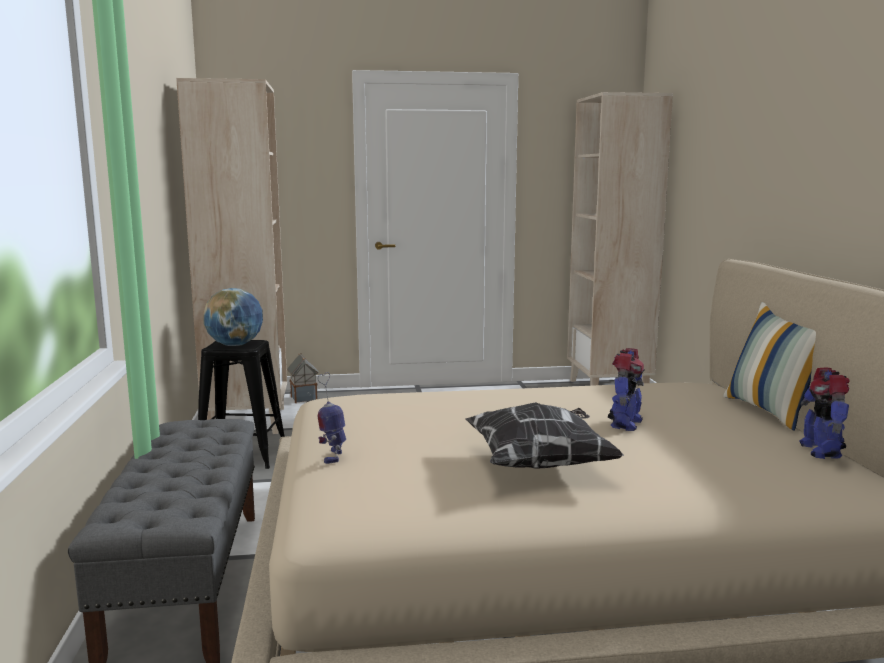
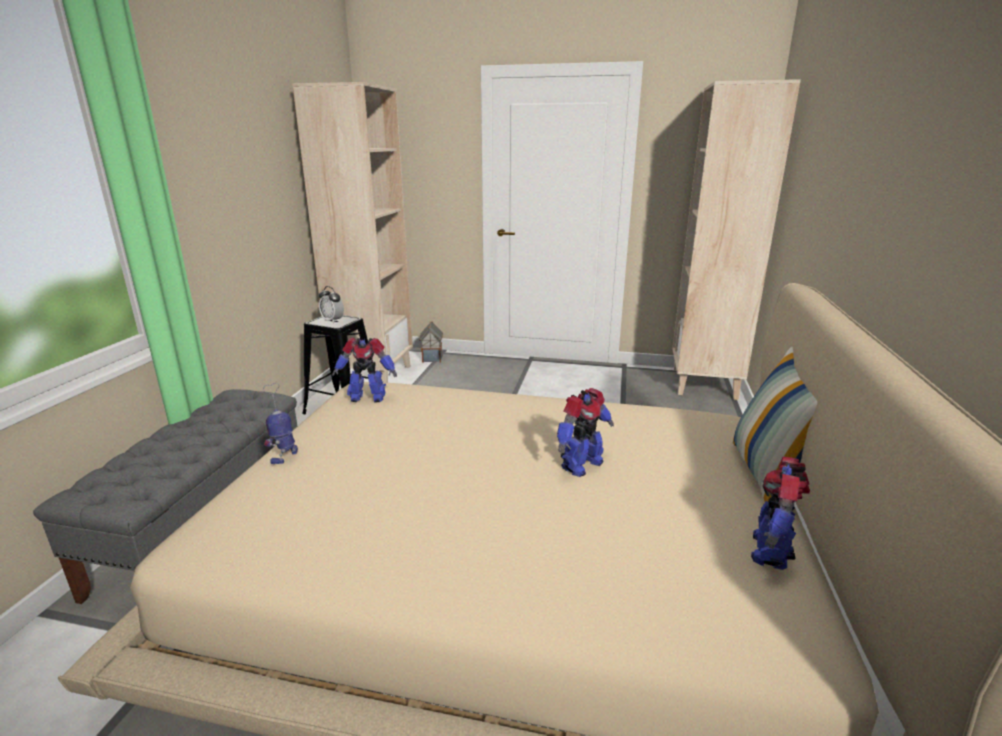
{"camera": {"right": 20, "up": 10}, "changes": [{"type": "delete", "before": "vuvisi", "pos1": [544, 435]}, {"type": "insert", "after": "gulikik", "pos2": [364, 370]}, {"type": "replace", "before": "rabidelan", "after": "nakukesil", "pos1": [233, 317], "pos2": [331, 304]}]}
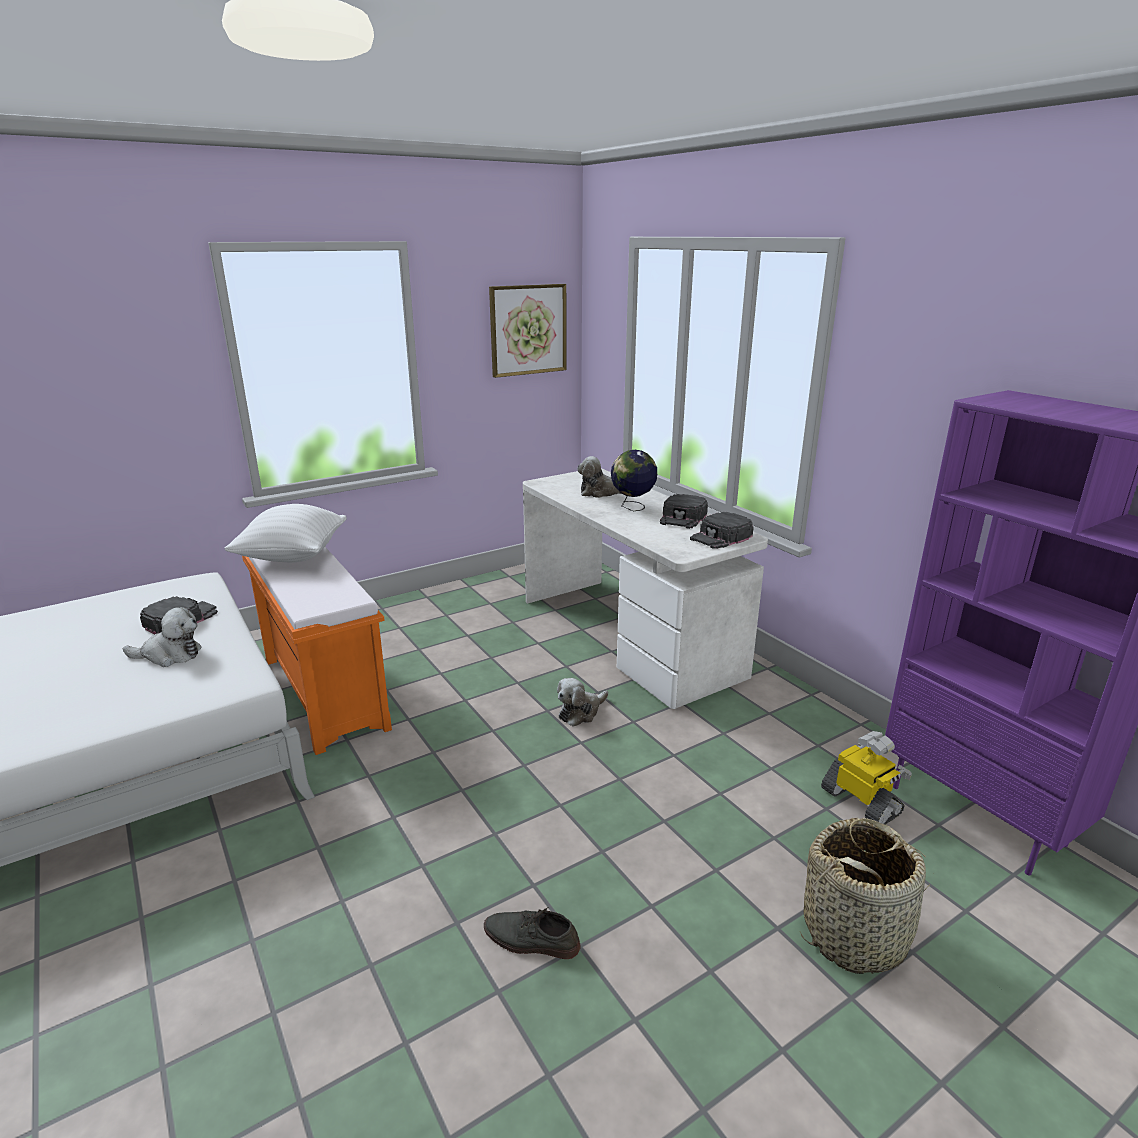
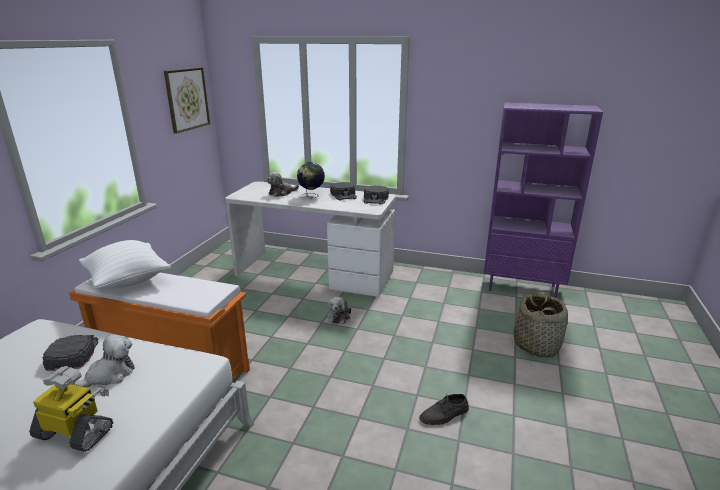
{"camera": {"right": -40, "up": 0}, "changes": [{"type": "move", "before": "gulikik", "pos1": [866, 778], "pos2": [71, 409]}]}
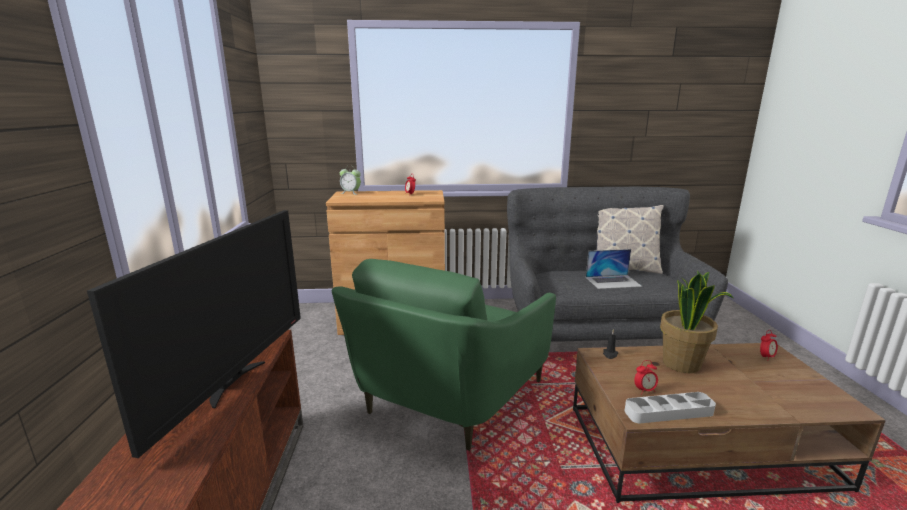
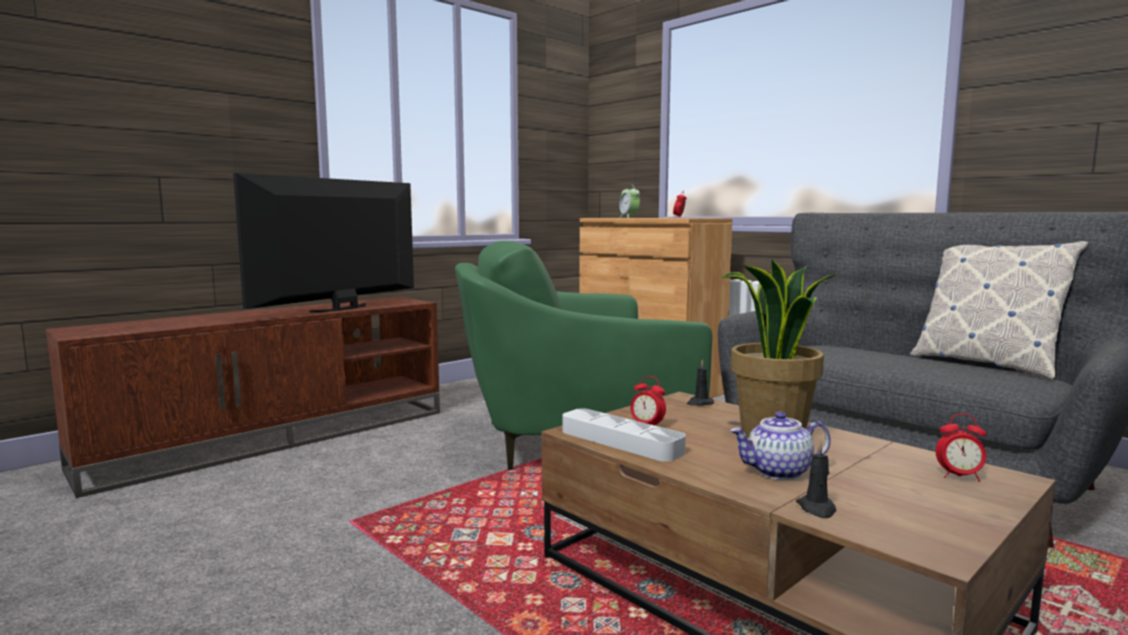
{"camera": {"right": 50, "up": -10}, "changes": [{"type": "delete", "before": "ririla", "pos1": [614, 269]}, {"type": "insert", "after": "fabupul", "pos2": [780, 446]}, {"type": "insert", "after": "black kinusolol", "pos2": [816, 479]}, {"type": "rotate", "before": "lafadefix", "pos1": [194, 334], "pos2": [323, 242], "turn": 150}]}
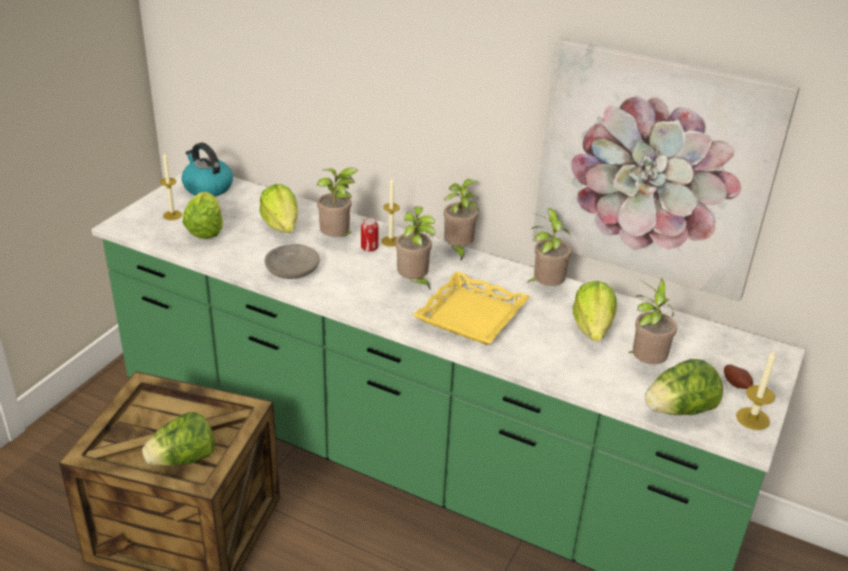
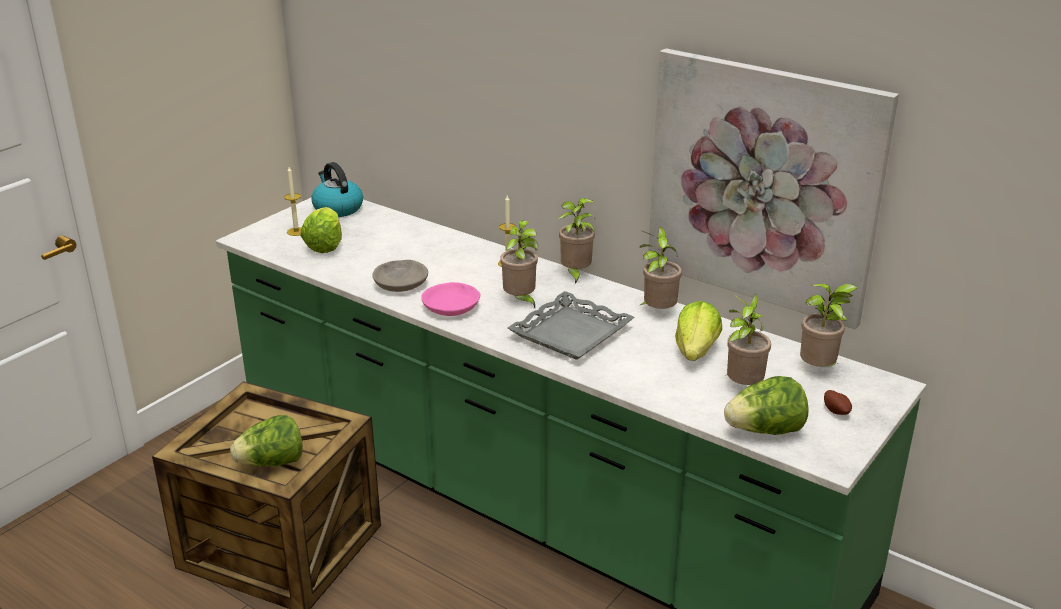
{"camera": {"right": 10, "up": -5}, "changes": [{"type": "delete", "before": "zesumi", "pos1": [279, 208]}, {"type": "delete", "before": "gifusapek", "pos1": [369, 235]}, {"type": "delete", "before": "kinusolol", "pos1": [756, 390]}, {"type": "insert", "after": "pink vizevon", "pos2": [450, 299]}, {"type": "move", "before": "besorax", "pos1": [337, 202], "pos2": [828, 325]}, {"type": "recolor", "before": "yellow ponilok", "after": "grey ponilok", "pos1": [471, 307], "pos2": [571, 325]}]}
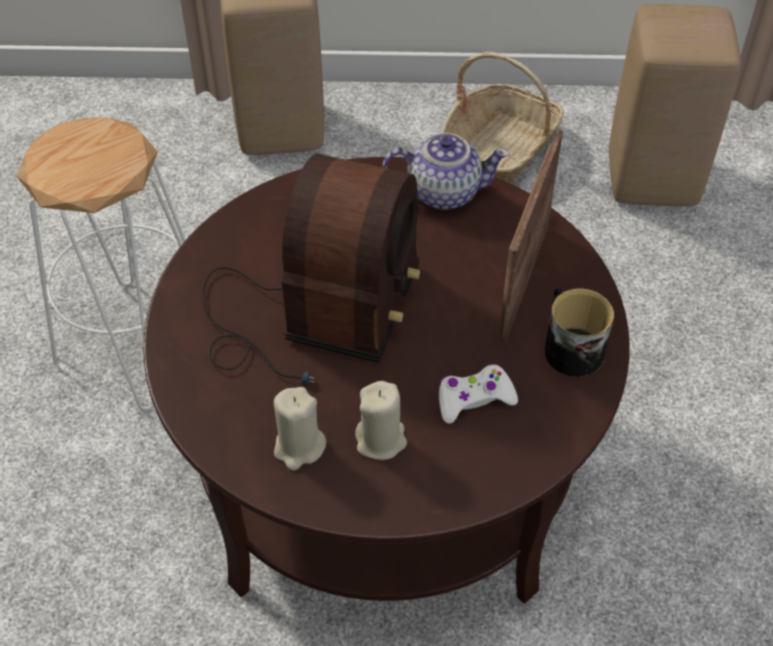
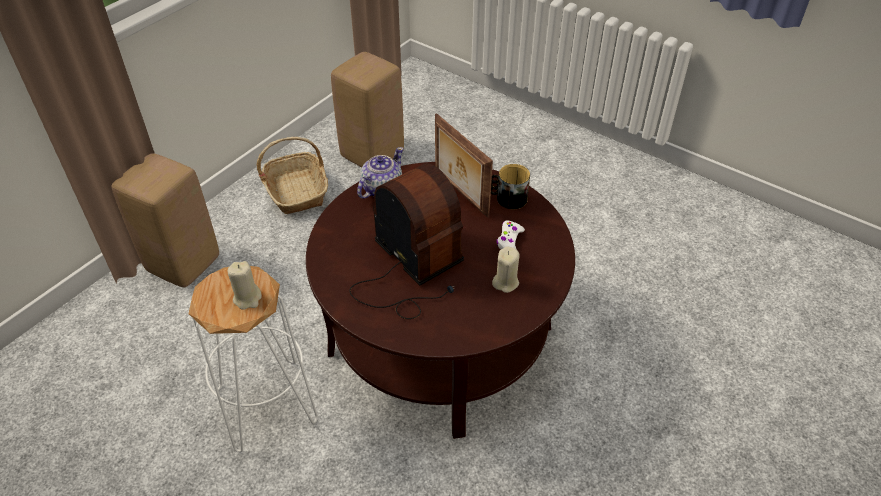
{"camera": {"right": -55, "up": -5}, "changes": [{"type": "move", "before": "beige kinusolol", "pos1": [300, 428], "pos2": [244, 285]}]}
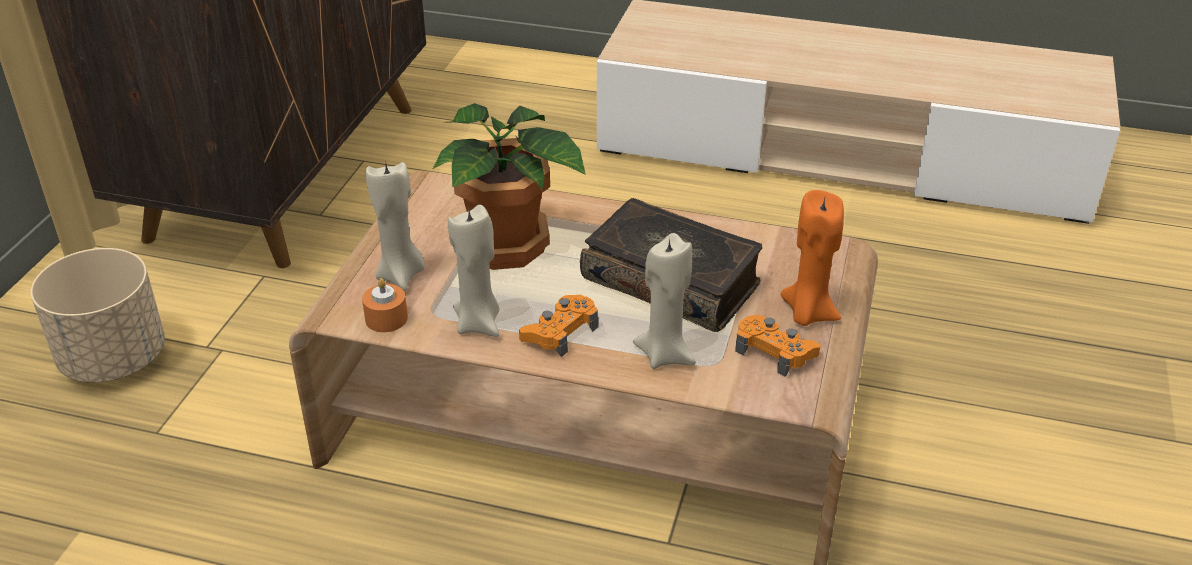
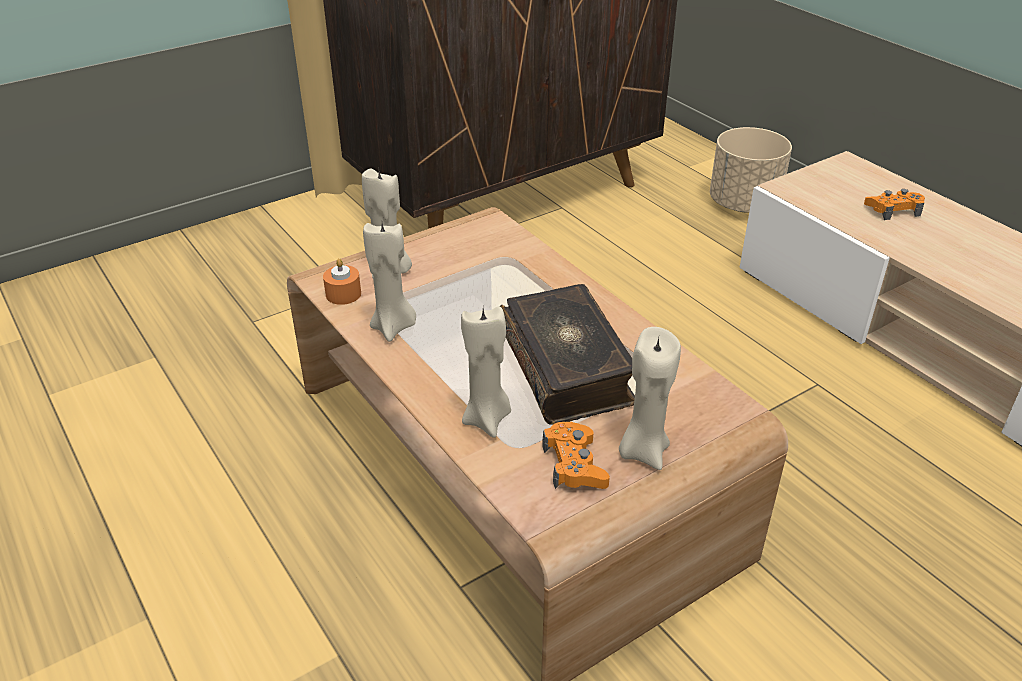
{"camera": {"right": 40, "up": 0}, "changes": [{"type": "delete", "before": "besorax", "pos1": [509, 186]}, {"type": "move", "before": "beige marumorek", "pos1": [97, 315], "pos2": [751, 170]}, {"type": "move", "before": "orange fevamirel", "pos1": [558, 326], "pos2": [894, 204]}, {"type": "recolor", "before": "orange kinusolol", "after": "beige kinusolol", "pos1": [812, 258], "pos2": [650, 398]}]}
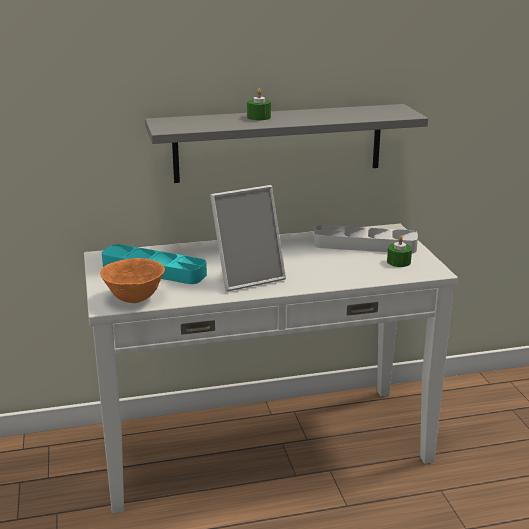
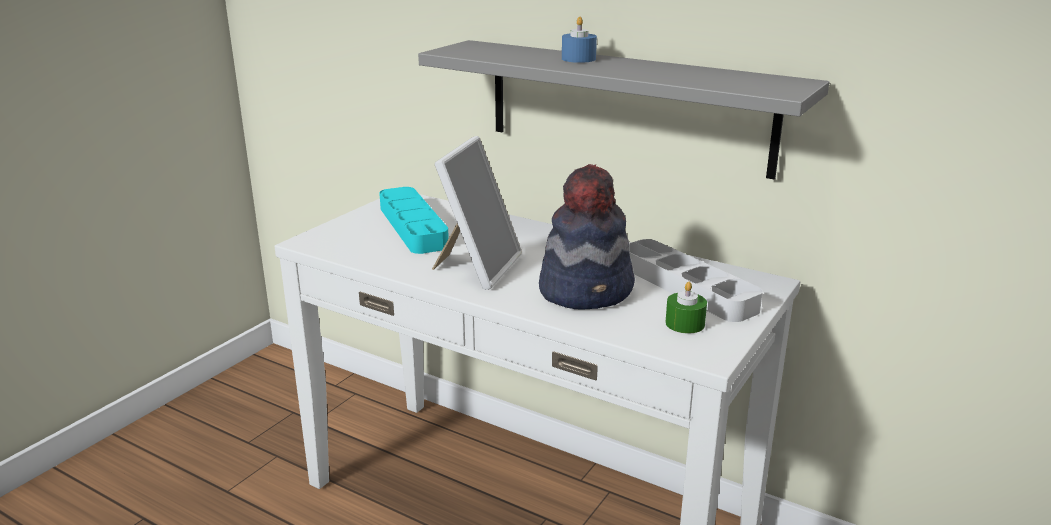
{"camera": {"right": 45, "up": 0}, "changes": [{"type": "delete", "before": "orange vizevon", "pos1": [132, 280]}, {"type": "insert", "after": "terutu", "pos2": [587, 236]}, {"type": "recolor", "before": "green kinusolol", "after": "blue kinusolol", "pos1": [259, 104], "pos2": [579, 40]}, {"type": "rotate", "before": "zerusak", "pos1": [248, 238], "pos2": [477, 213], "turn": -90}]}
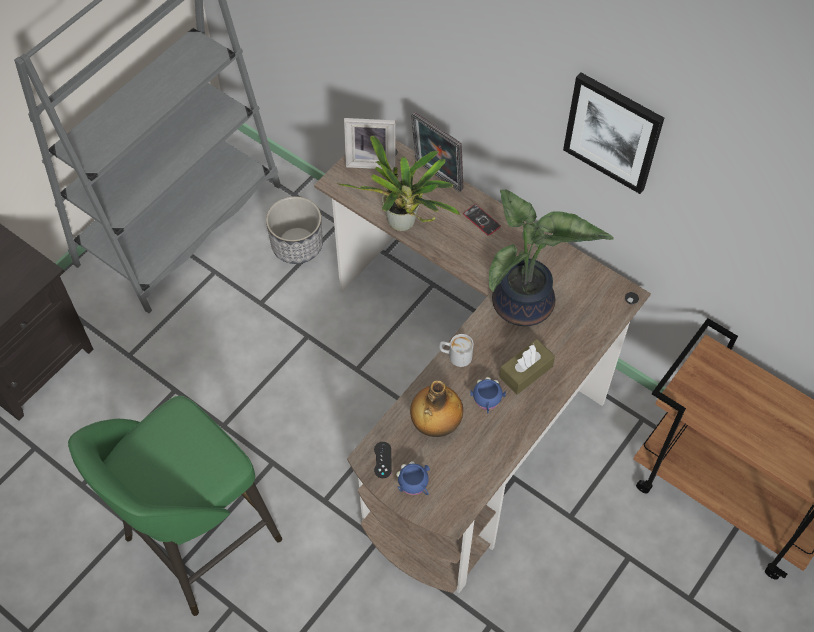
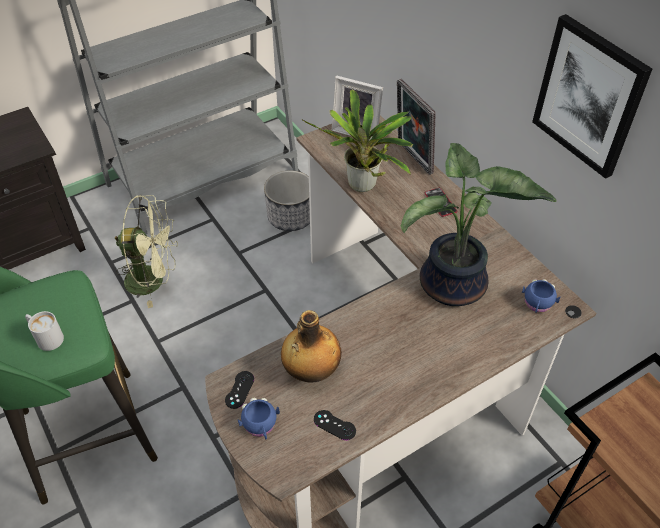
{"camera": {"right": 20, "up": -10}, "changes": [{"type": "delete", "before": "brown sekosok", "pos1": [527, 367]}, {"type": "insert", "after": "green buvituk", "pos2": [146, 251]}, {"type": "insert", "after": "black fevamirel", "pos2": [335, 425]}, {"type": "move", "before": "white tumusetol", "pos1": [456, 350], "pos2": [44, 331]}, {"type": "move", "before": "blue tumusetol", "pos1": [488, 395], "pos2": [541, 296]}]}
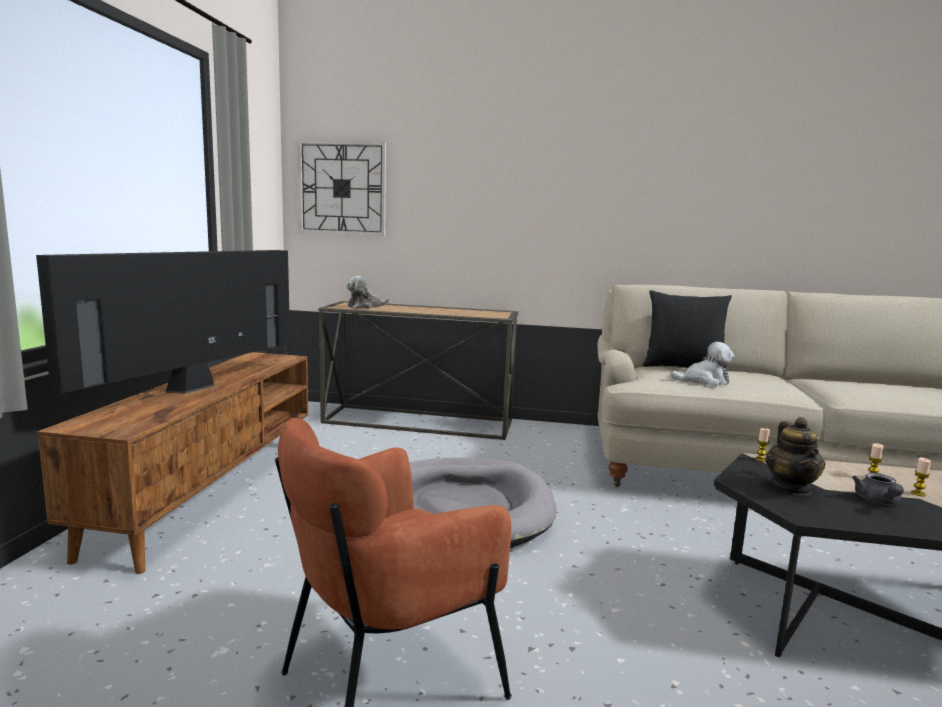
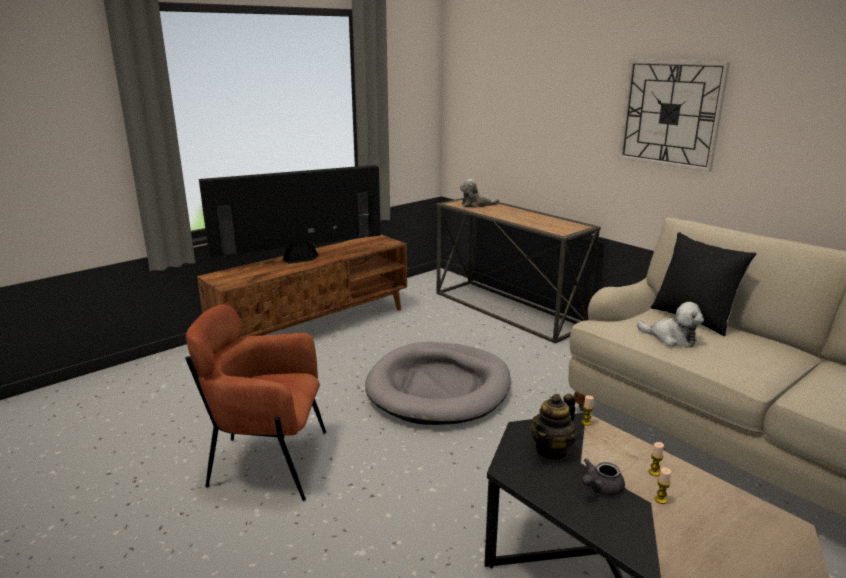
{"camera": {"right": 40, "up": 10}, "changes": [{"type": "move", "before": "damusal", "pos1": [342, 188], "pos2": [674, 115]}]}
